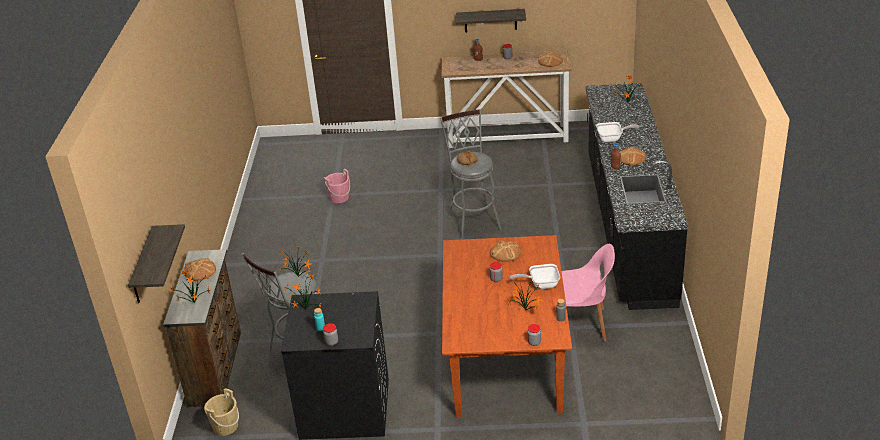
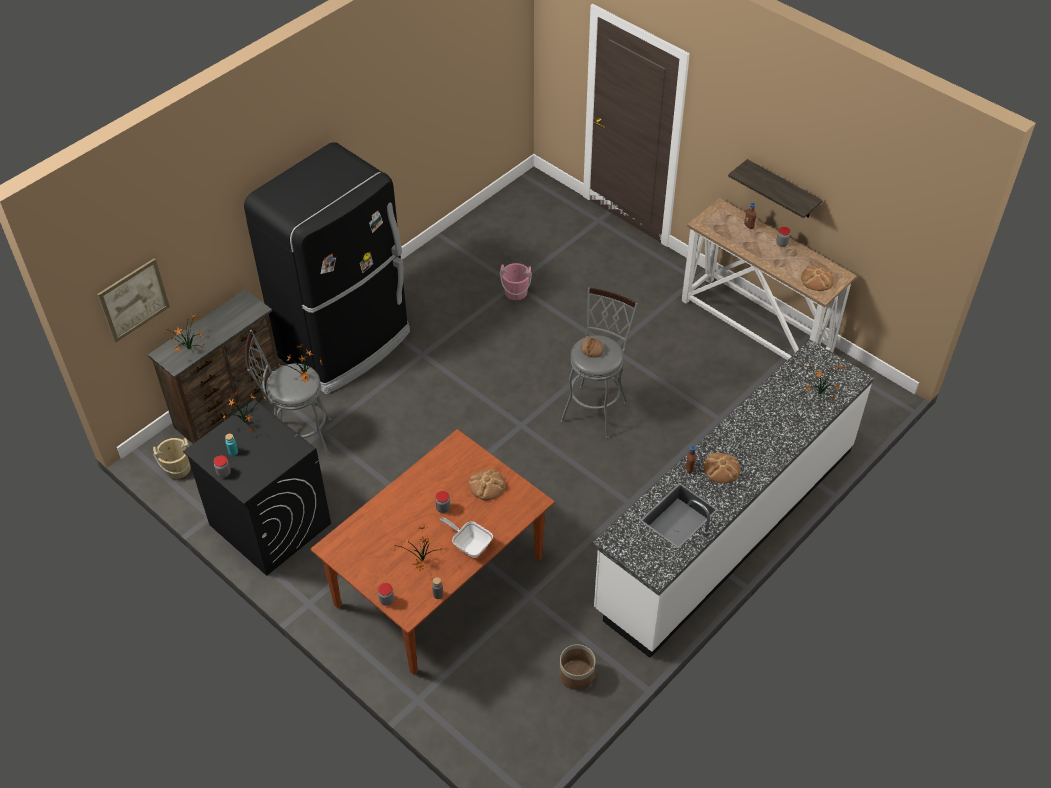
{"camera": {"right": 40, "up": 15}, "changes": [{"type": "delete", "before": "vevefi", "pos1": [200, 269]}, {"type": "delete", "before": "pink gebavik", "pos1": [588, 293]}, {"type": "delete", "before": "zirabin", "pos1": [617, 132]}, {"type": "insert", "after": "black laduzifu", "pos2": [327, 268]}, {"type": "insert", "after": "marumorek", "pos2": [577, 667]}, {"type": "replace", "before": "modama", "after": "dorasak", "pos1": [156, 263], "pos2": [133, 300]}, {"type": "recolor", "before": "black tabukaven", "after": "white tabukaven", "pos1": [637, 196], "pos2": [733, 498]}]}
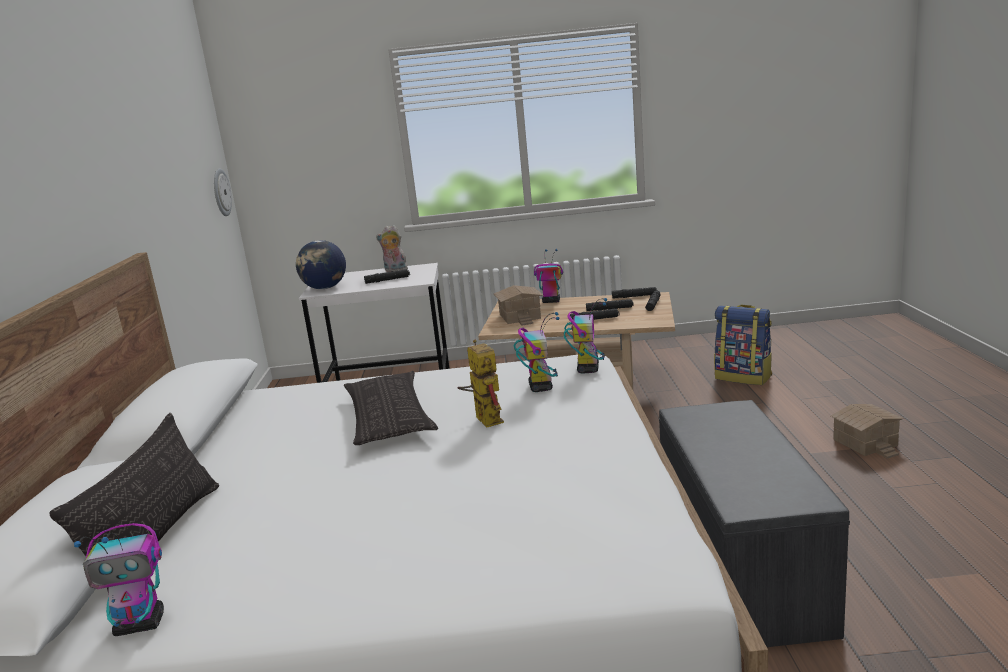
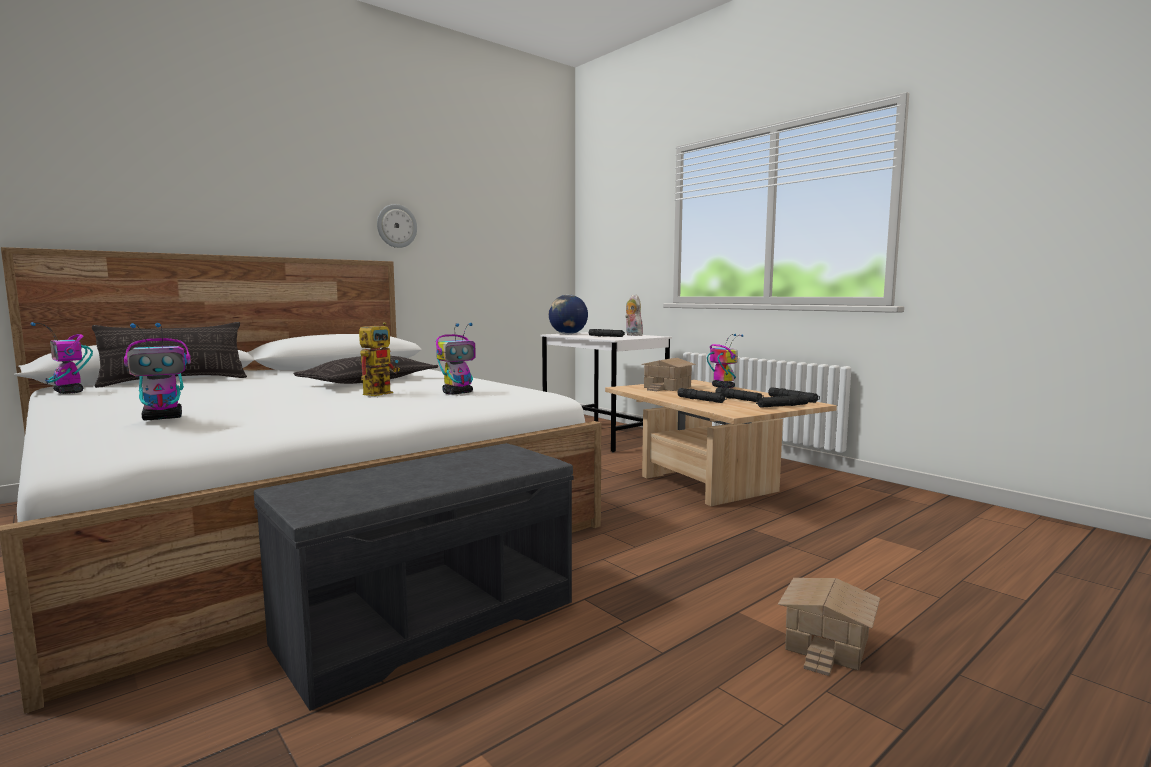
{"camera": {"right": 50, "up": -10}, "changes": [{"type": "delete", "before": "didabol", "pos1": [743, 345]}, {"type": "move", "before": "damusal", "pos1": [223, 192], "pos2": [397, 226]}, {"type": "move", "before": "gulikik", "pos1": [586, 335], "pos2": [157, 372]}]}
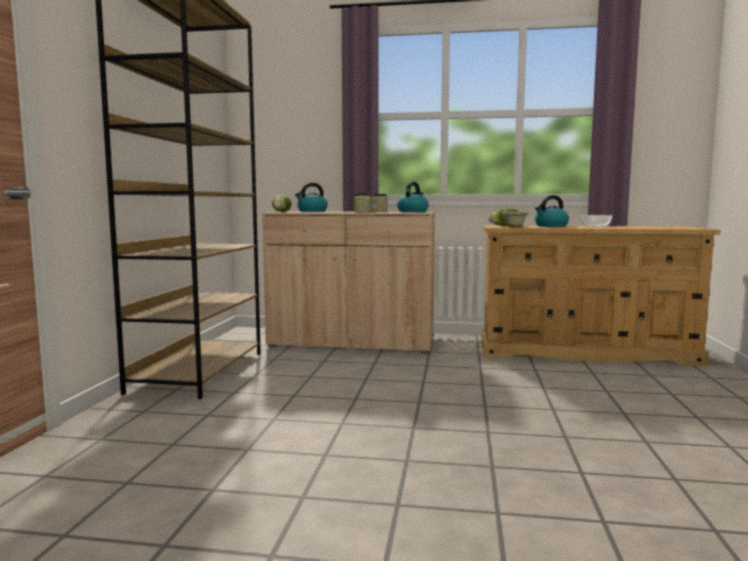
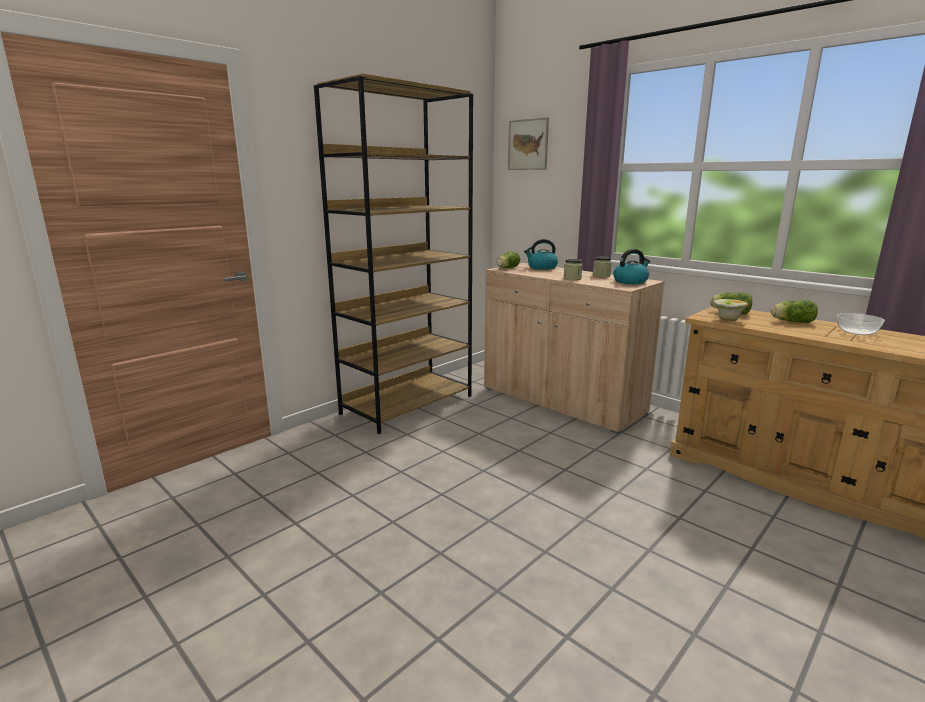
{"camera": {"right": 35, "up": 10}, "changes": [{"type": "insert", "after": "dorasak", "pos2": [528, 143]}, {"type": "replace", "before": "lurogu", "after": "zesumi", "pos1": [552, 211], "pos2": [794, 311]}]}
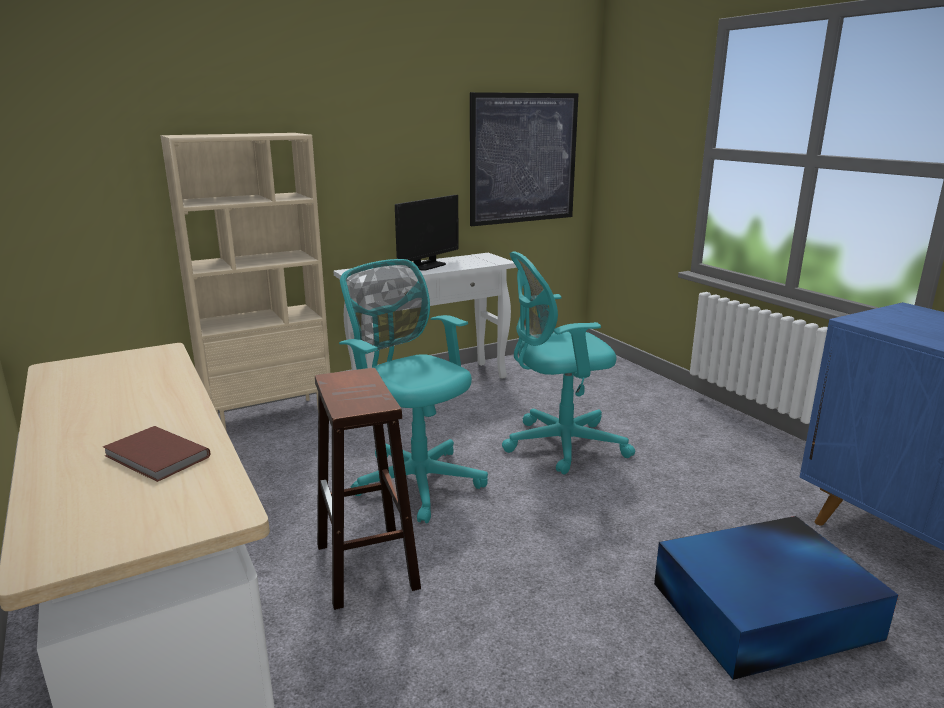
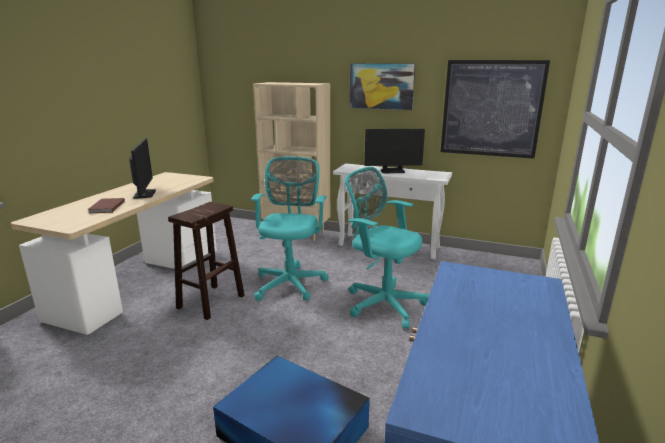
{"camera": {"right": 50, "up": 0}, "changes": [{"type": "insert", "after": "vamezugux", "pos2": [142, 168]}, {"type": "insert", "after": "dorasak", "pos2": [383, 86]}]}
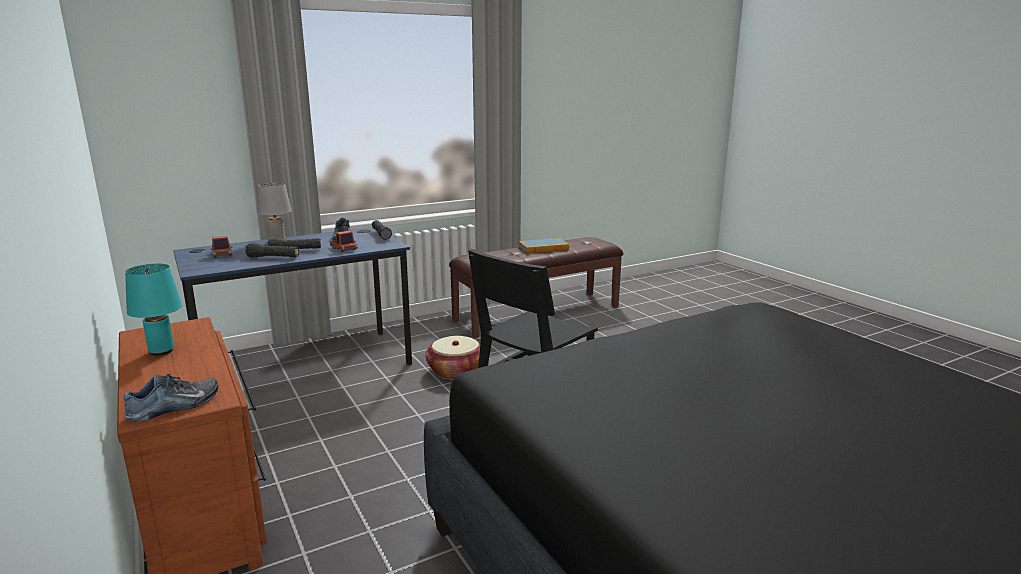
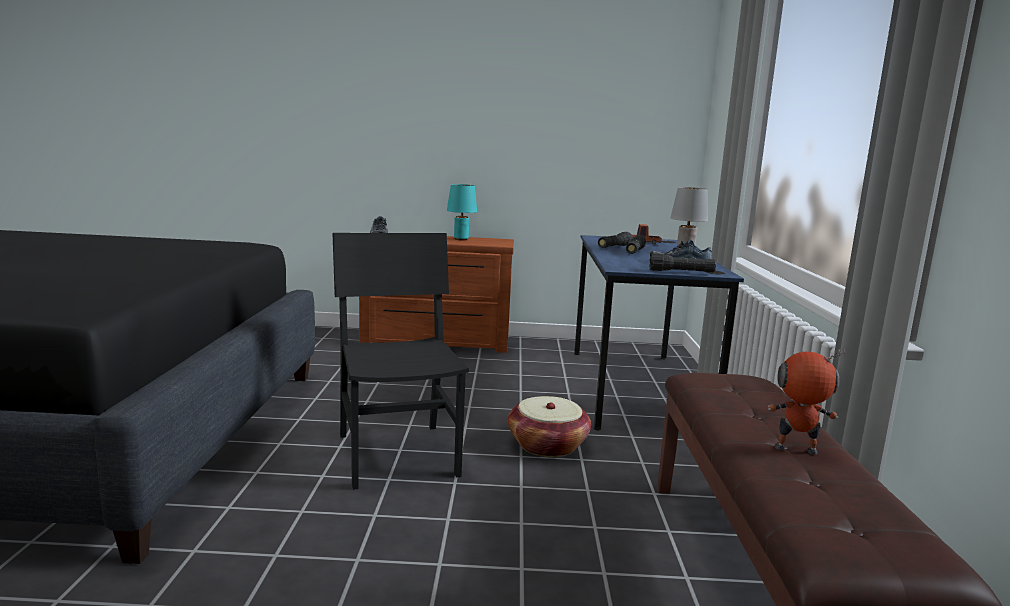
{"camera": {"right": 120, "up": -5}, "changes": [{"type": "delete", "before": "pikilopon", "pos1": [343, 241]}, {"type": "replace", "before": "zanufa", "after": "gulikik", "pos1": [543, 246], "pos2": [806, 402]}]}
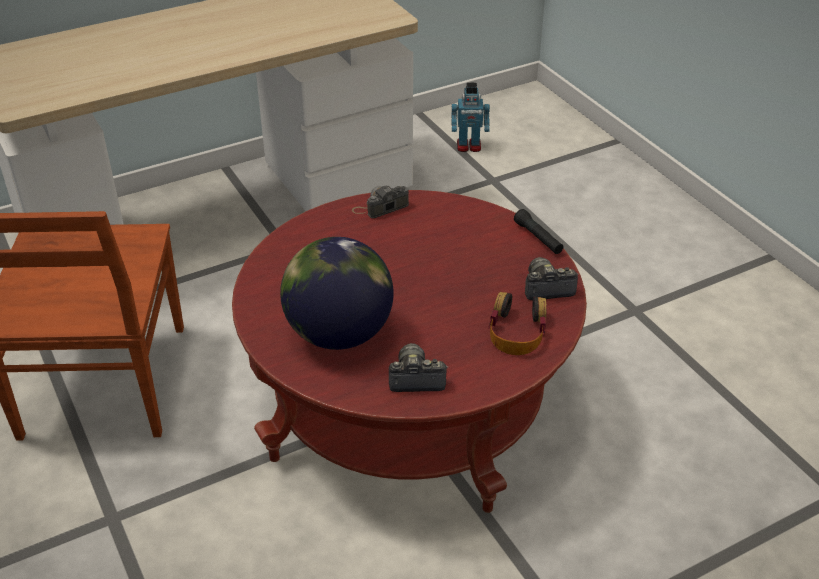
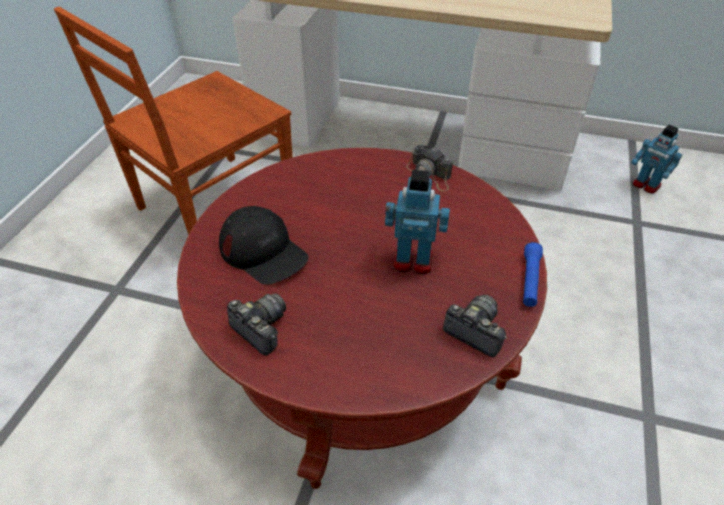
{"camera": {"right": 45, "up": 5}, "changes": [{"type": "delete", "before": "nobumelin", "pos1": [517, 323]}, {"type": "insert", "after": "gulikik", "pos2": [417, 222]}, {"type": "replace", "before": "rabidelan", "after": "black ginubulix", "pos1": [337, 293], "pos2": [264, 245]}, {"type": "recolor", "before": "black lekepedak", "after": "blue lekepedak", "pos1": [538, 231], "pos2": [533, 274]}, {"type": "rotate", "before": "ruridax", "pos1": [380, 202], "pos2": [429, 168], "turn": -150}]}
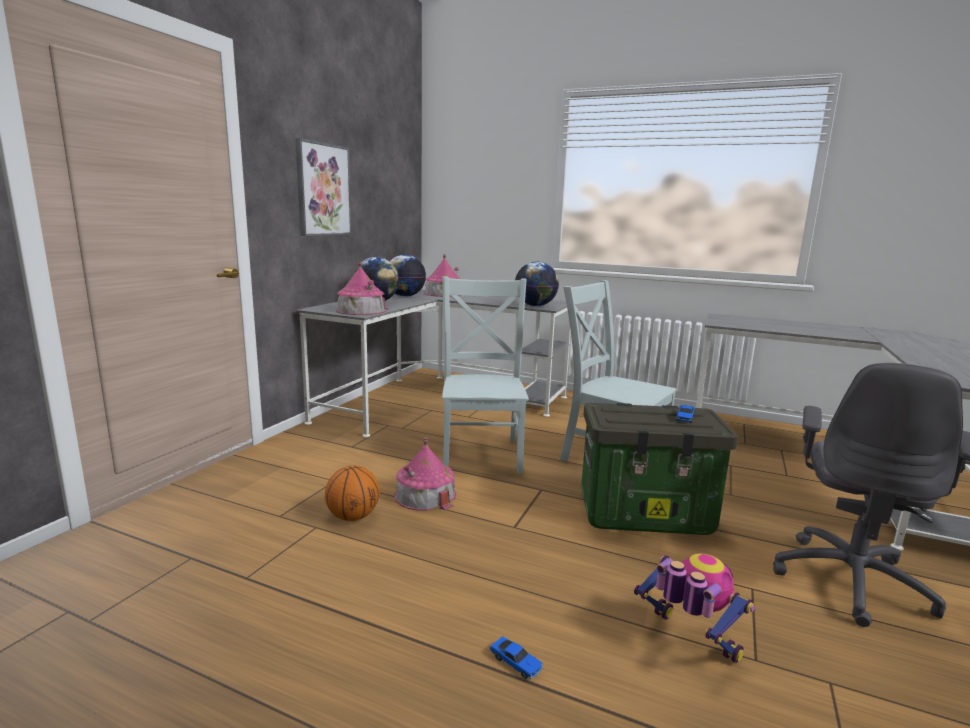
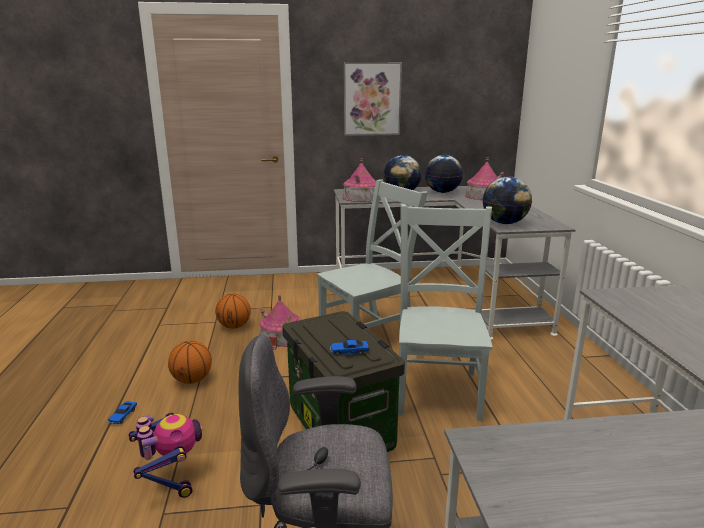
{"camera": {"right": 60, "up": 5}, "changes": [{"type": "insert", "after": "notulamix", "pos2": [190, 362]}, {"type": "rotate", "before": "gulikik", "pos1": [694, 608], "pos2": [166, 455], "turn": -45}]}
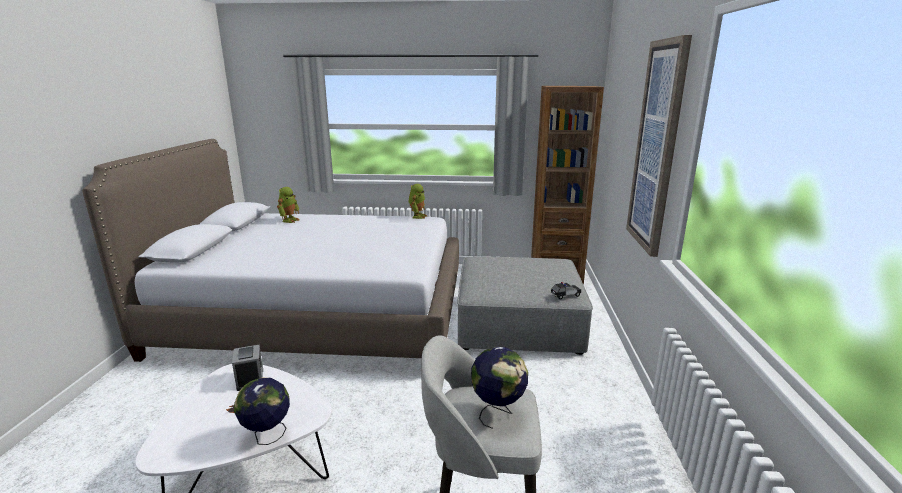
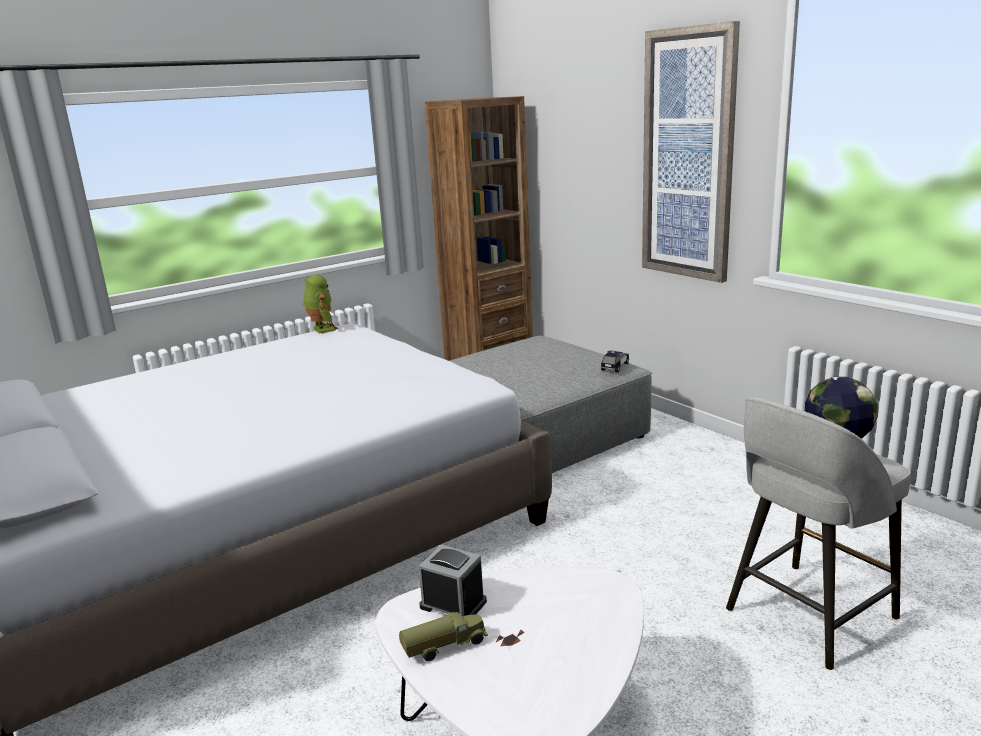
{"camera": {"right": -40, "up": 0}, "changes": [{"type": "delete", "before": "rabidelan", "pos1": [262, 411]}, {"type": "delete", "before": "gulikik", "pos1": [288, 205]}, {"type": "insert", "after": "pikilopon", "pos2": [443, 636]}]}
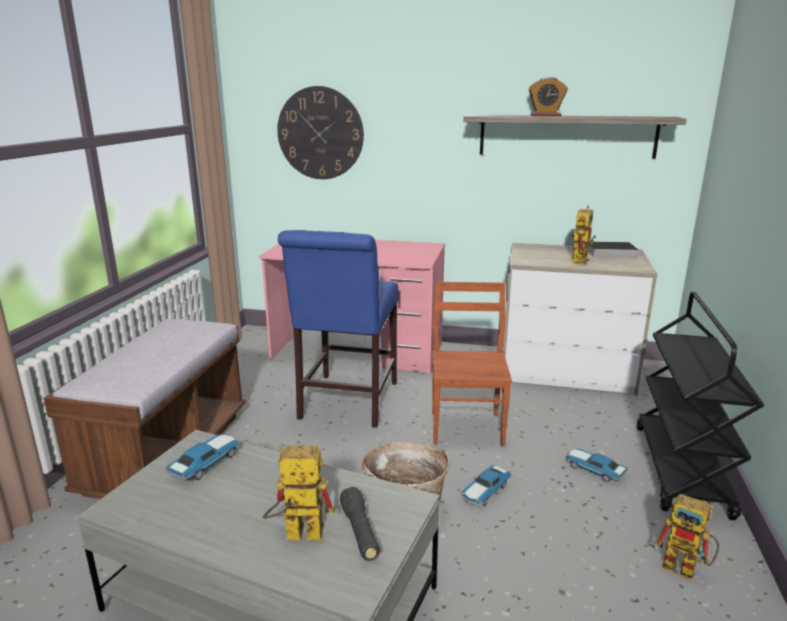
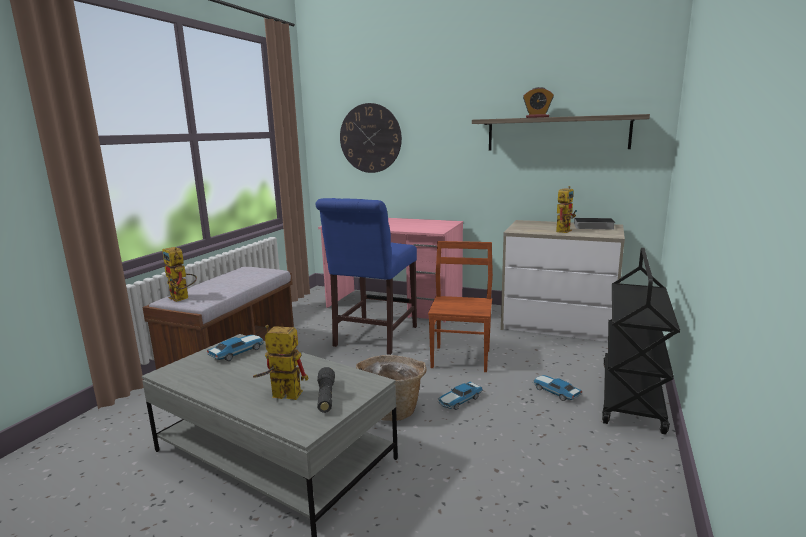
{"camera": {"right": 10, "up": -5}, "changes": [{"type": "move", "before": "gulikik", "pos1": [687, 537], "pos2": [179, 274]}]}
